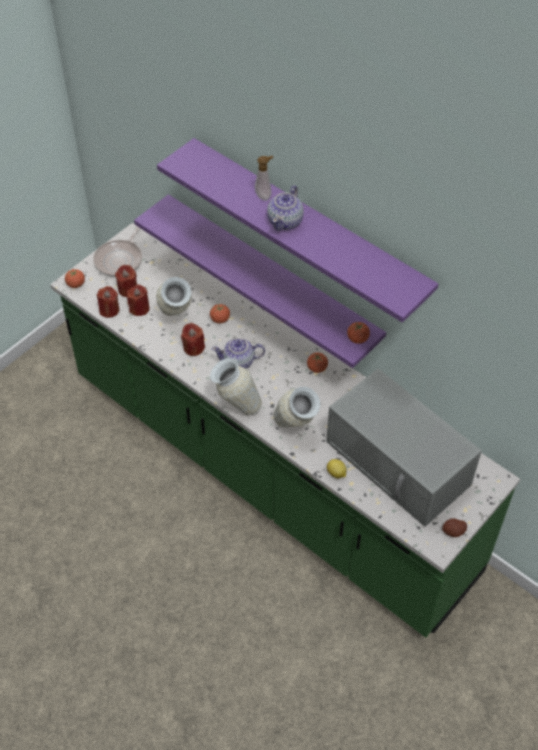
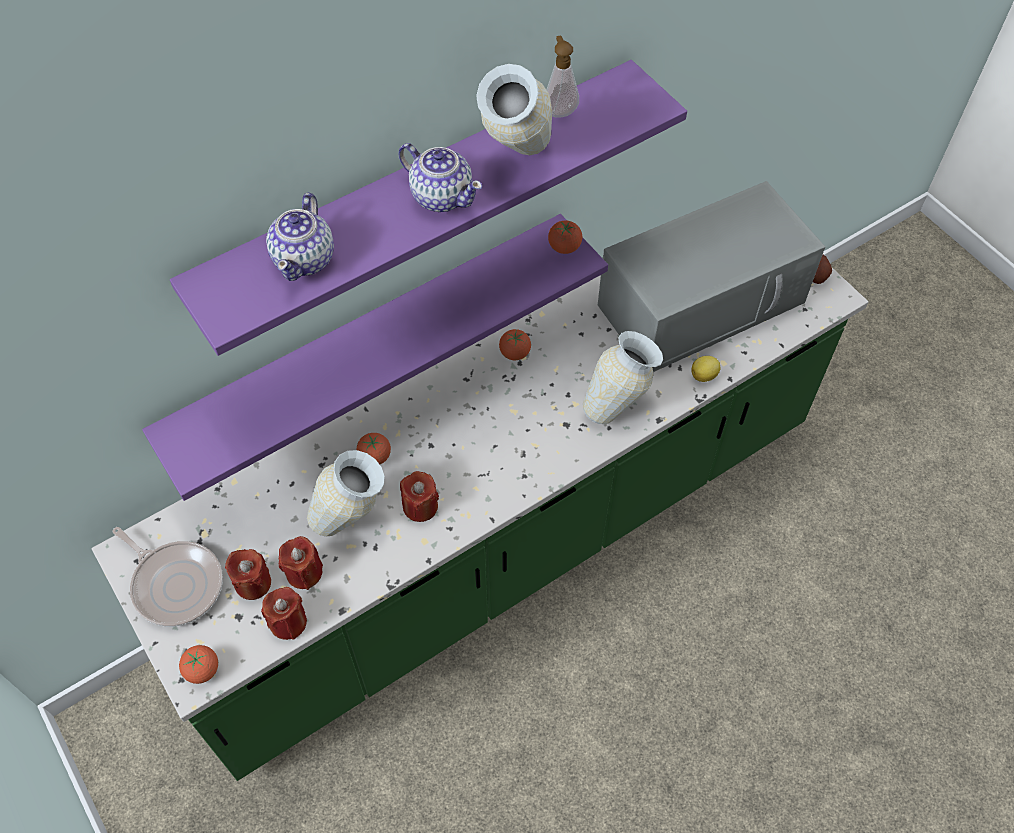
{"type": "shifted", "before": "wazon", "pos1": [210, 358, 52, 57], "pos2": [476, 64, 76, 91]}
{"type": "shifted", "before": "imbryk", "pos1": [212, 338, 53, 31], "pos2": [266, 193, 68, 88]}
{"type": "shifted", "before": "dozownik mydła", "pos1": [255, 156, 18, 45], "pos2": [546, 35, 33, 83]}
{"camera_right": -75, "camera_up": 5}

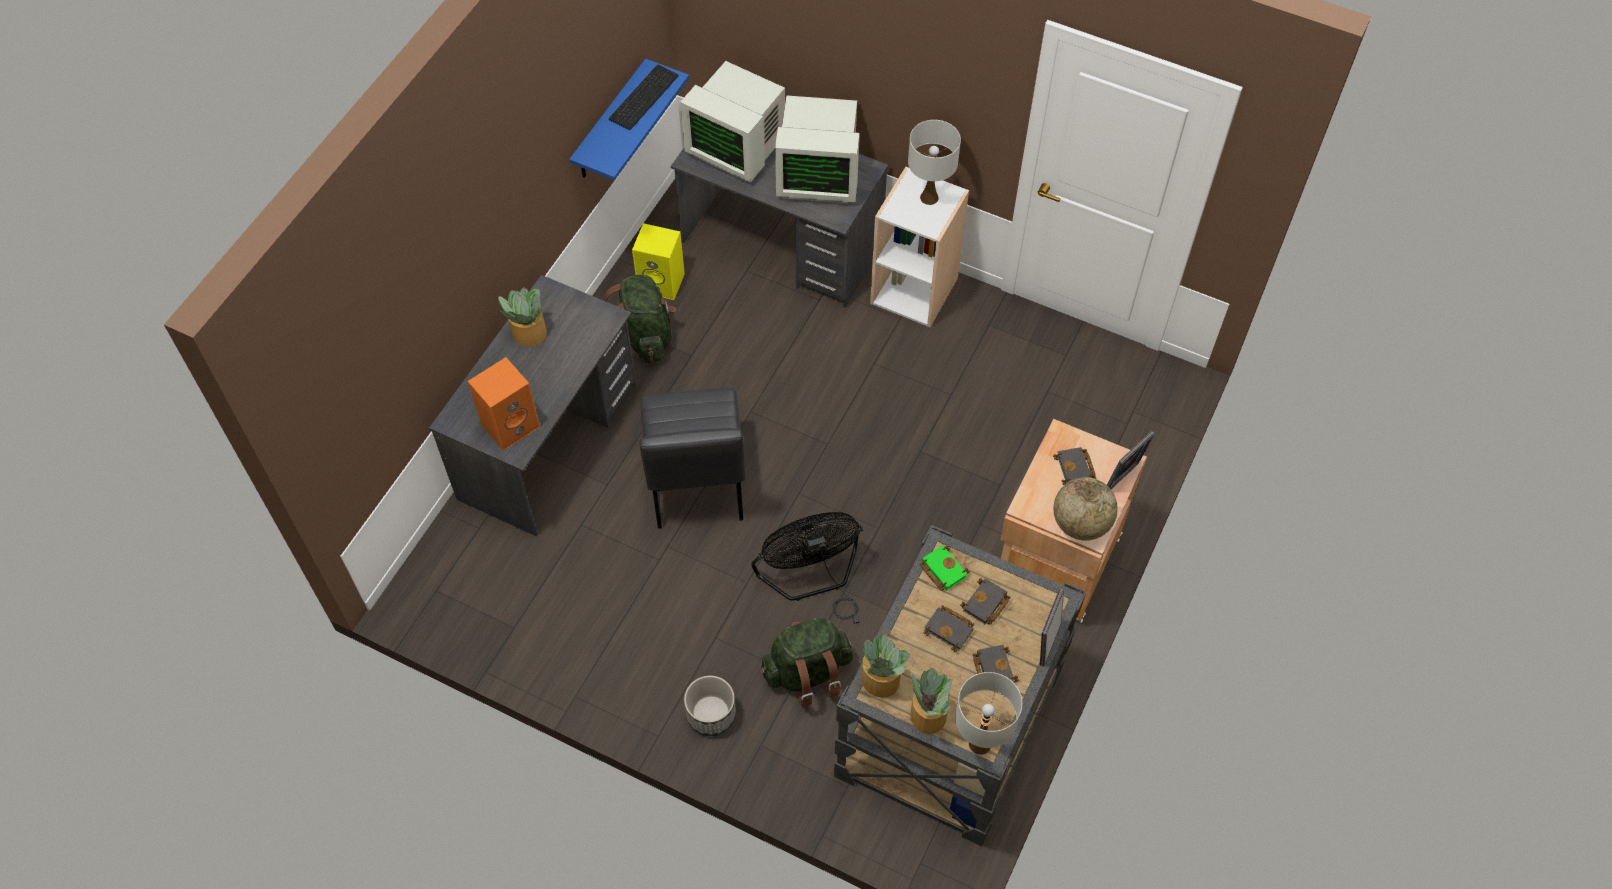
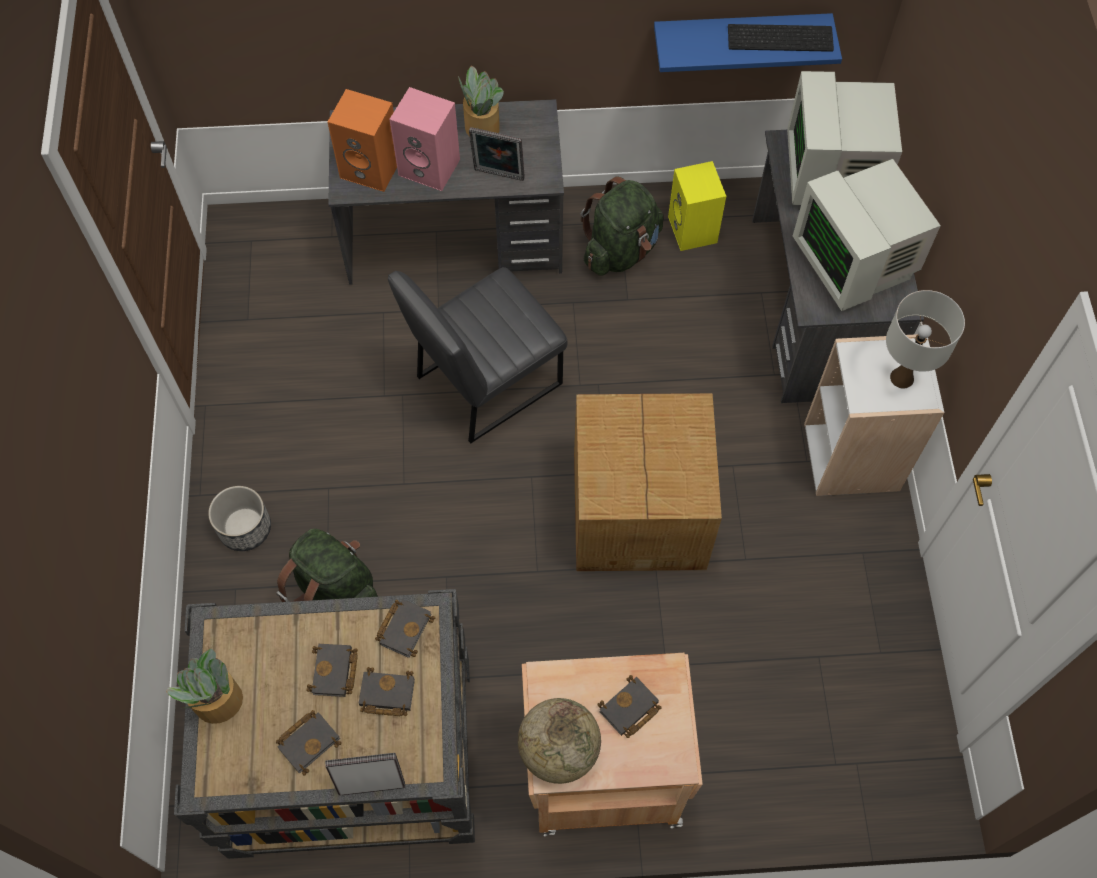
{"type": "gone", "before": "wentylator [czarny]", "pos1": [751, 512, 112, 113]}
{"type": "gone", "before": "roślina doniczkowa", "pos1": [858, 634, 52, 64]}
{"type": "repainted", "before": "książka [zielony]", "after": "książka [czarny]", "pos1": [919, 545, 51, 46], "pos2": [375, 599, 60, 59]}
{"type": "gone", "before": "lampa stołowa [biały]", "pos1": [955, 672, 67, 83]}
{"type": "shifted", "before": "ramka na zdjęcie", "pos1": [1107, 431, 48, 58], "pos2": [469, 127, 56, 54]}
{"type": "new", "after": "głośnik [różowy]", "pos2": [389, 87, 71, 104]}
{"type": "new", "after": "karton", "pos2": [574, 393, 148, 178]}
{"camera_right": 60, "camera_up": 5}

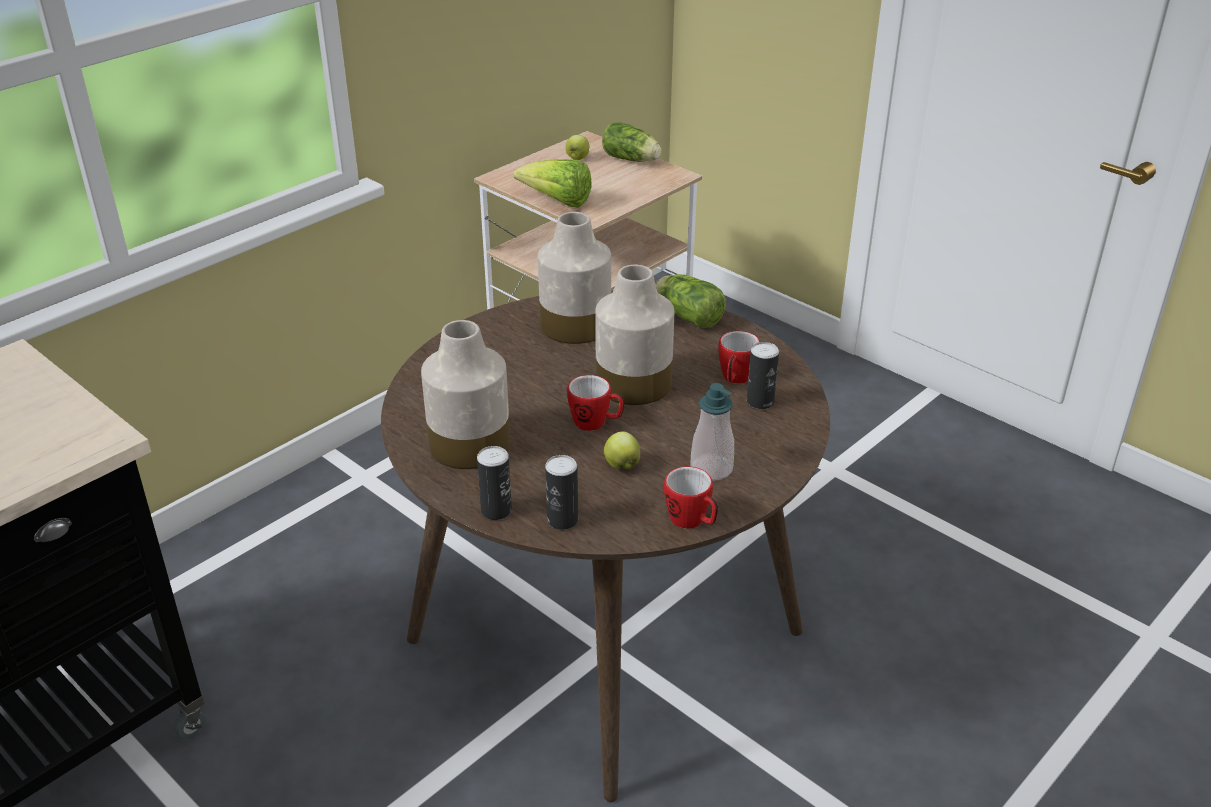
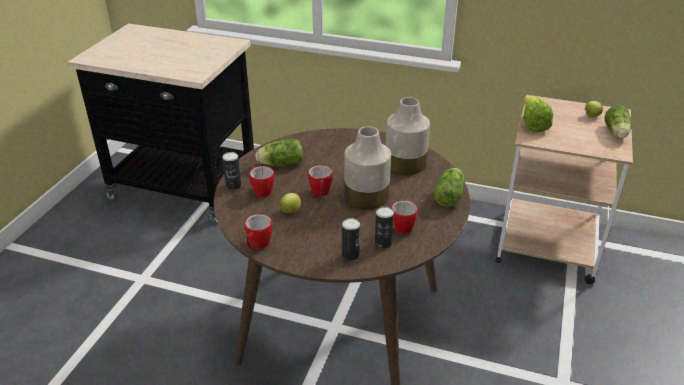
{"type": "swapped", "before": "wazon [beżowy]", "after": "sałata", "pos1": [421, 320, 90, 149], "pos2": [255, 139, 48, 27]}
{"type": "shifted", "before": "puszka", "pos1": [545, 455, 33, 75], "pos2": [342, 218, 18, 43]}
{"type": "gone", "before": "dozownik mydła", "pos1": [690, 383, 44, 98]}
{"type": "new", "after": "kubek", "pos2": [249, 166, 25, 31]}
{"camera_right": 65, "camera_up": 0}

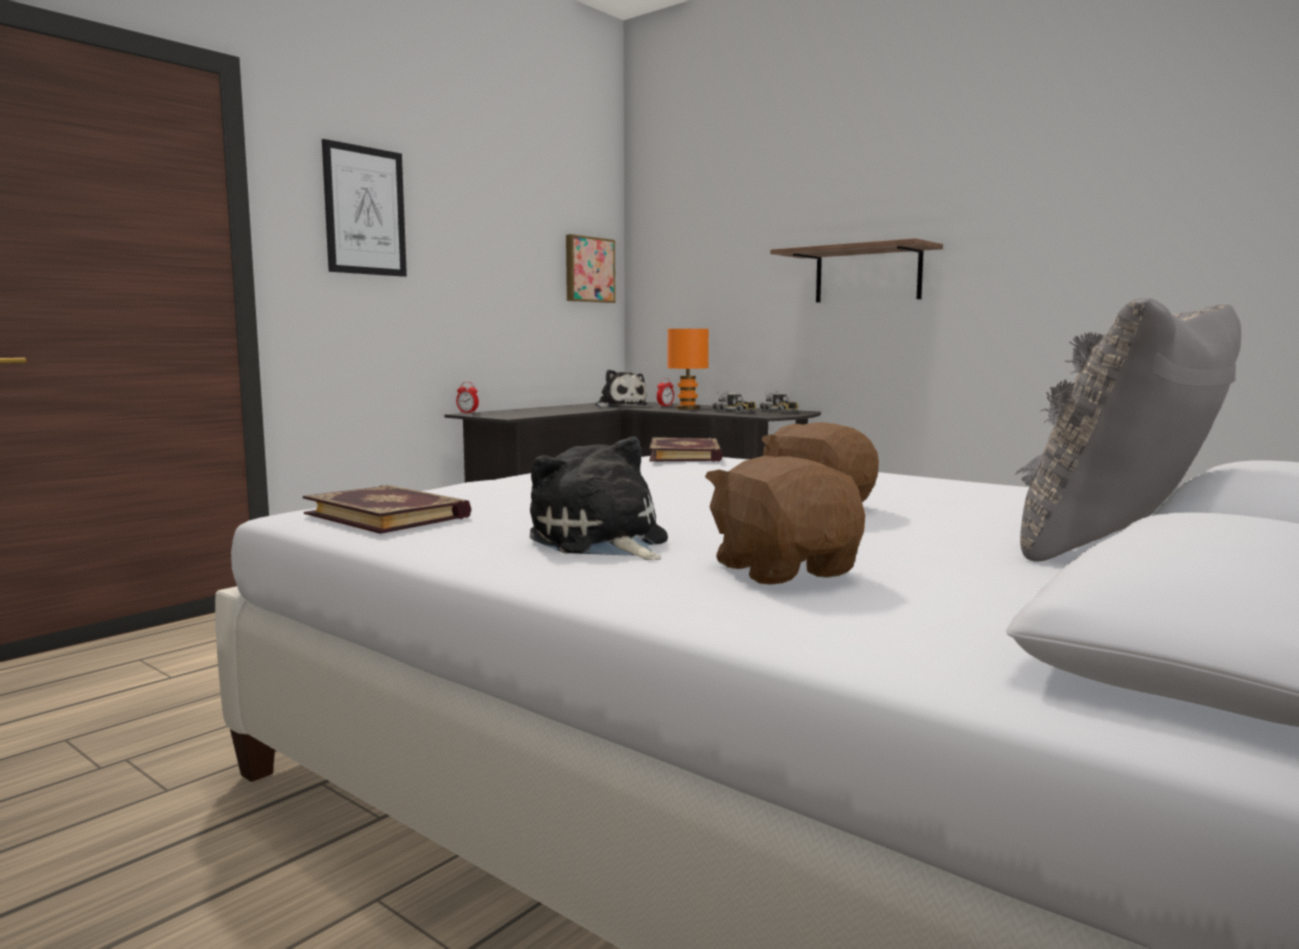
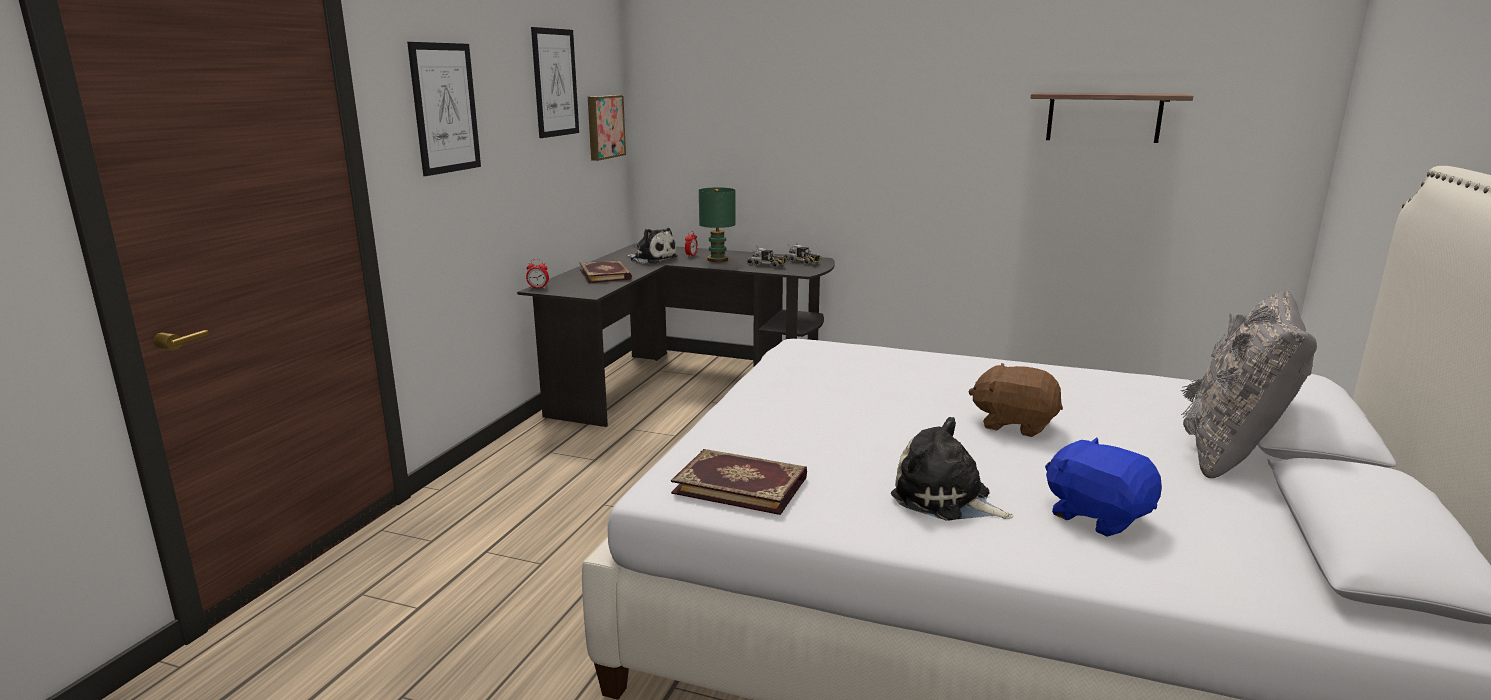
{"type": "shifted", "before": "książka", "pos1": [649, 437, 74, 25], "pos2": [579, 260, 53, 23]}
{"type": "repainted", "before": "lampa stołowa [pomarańczowy]", "after": "lampa stołowa [zielony]", "pos1": [667, 328, 42, 82], "pos2": [699, 187, 37, 75]}
{"type": "repainted", "before": "pluszak [brązowy]", "after": "pluszak [niebieski]", "pos1": [705, 456, 160, 129], "pos2": [1045, 438, 117, 99]}
{"type": "shifted", "before": "półka", "pos1": [770, 238, 173, 64], "pos2": [1031, 92, 162, 51]}
{"type": "new", "after": "obraz", "pos2": [531, 27, 48, 111]}
{"camera_right": -20, "camera_up": 10}

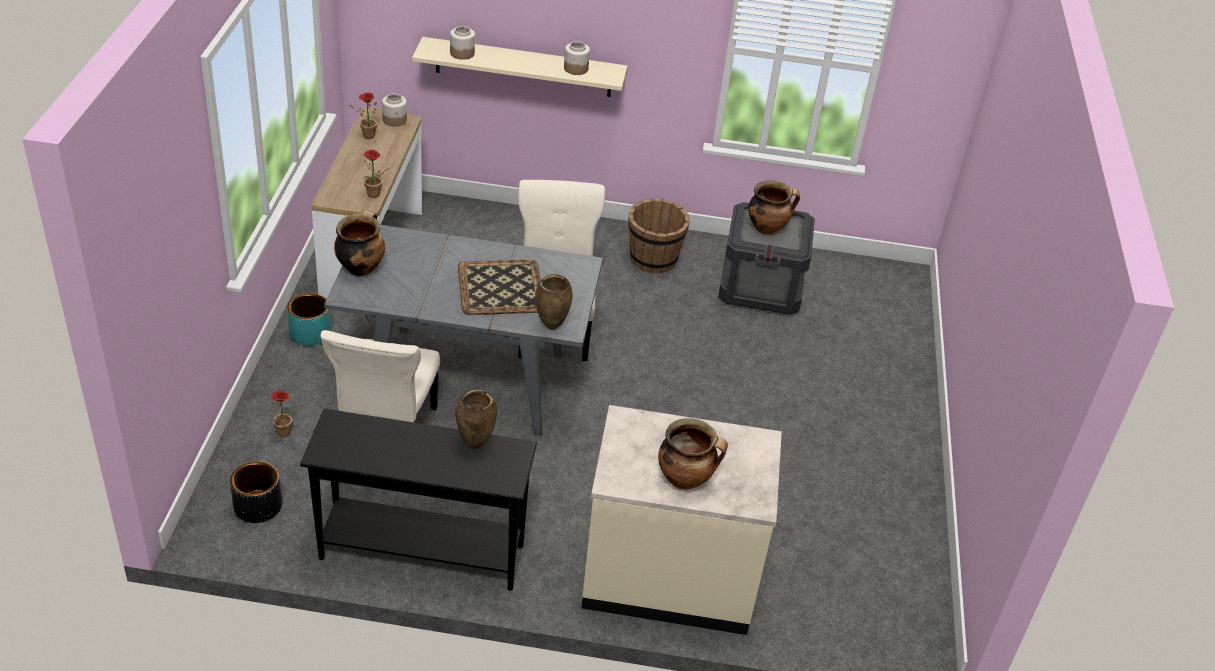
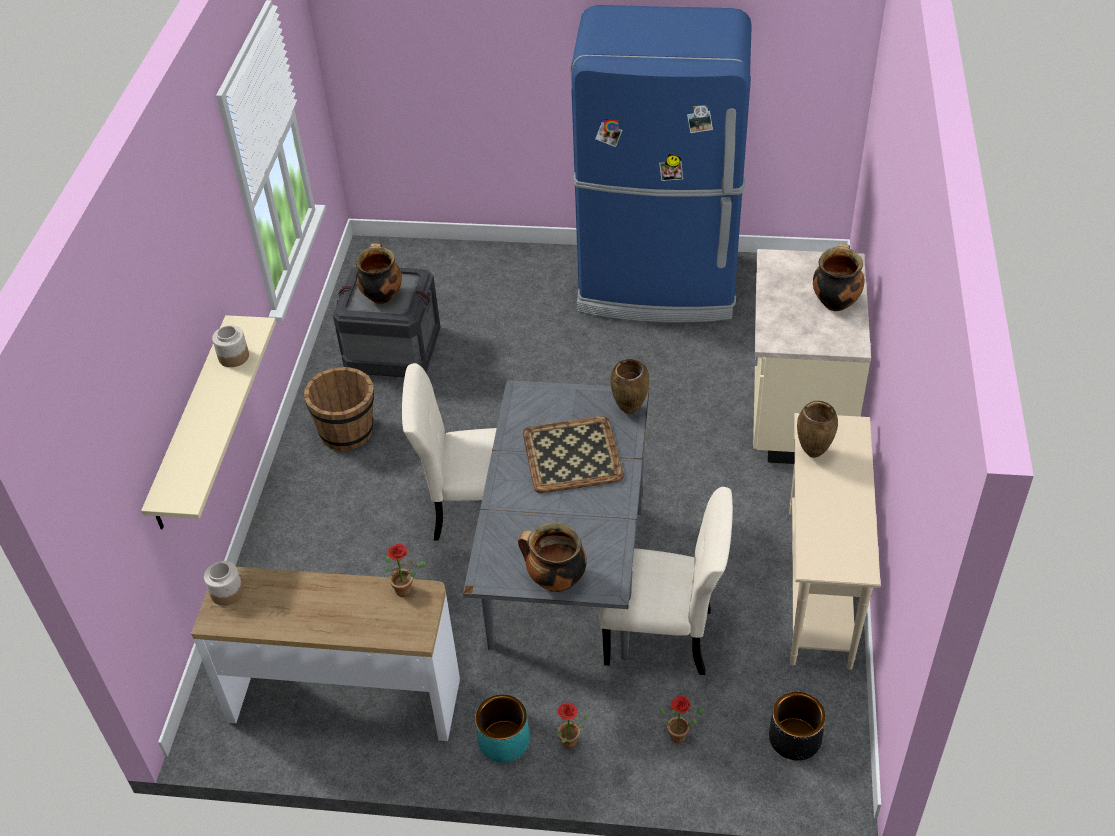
{"type": "repainted", "before": "stolik konsolowy [czarny]", "after": "stolik konsolowy [beżowy]", "pos1": [300, 409, 237, 182], "pos2": [789, 413, 92, 257]}
{"type": "shifted", "before": "roślina doniczkowa", "pos1": [349, 93, 28, 46], "pos2": [555, 702, 34, 47]}
{"type": "gone", "before": "słoik", "pos1": [450, 26, 25, 34]}
{"type": "new", "after": "lodówka [niebieski]", "pos2": [571, 5, 181, 318]}
{"camera_right": -85, "camera_up": 5}

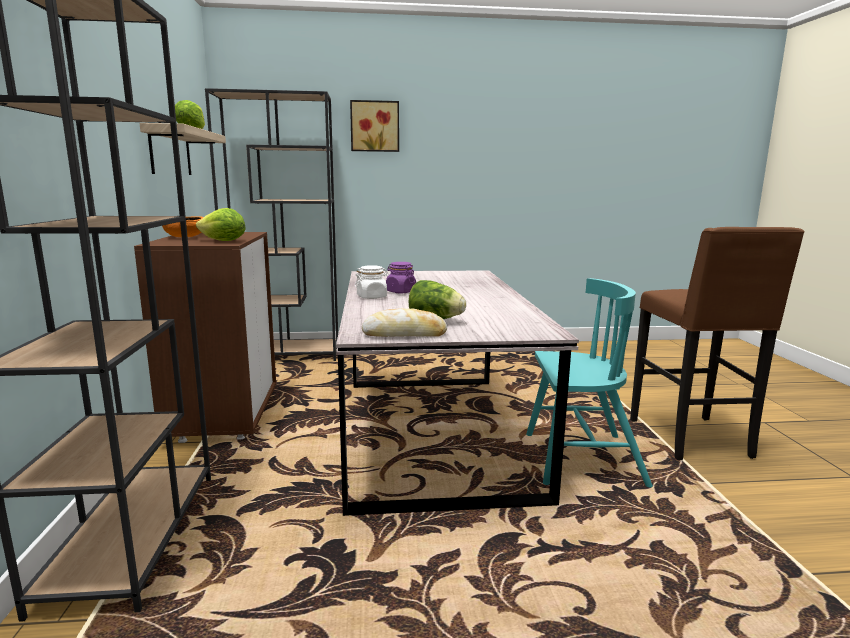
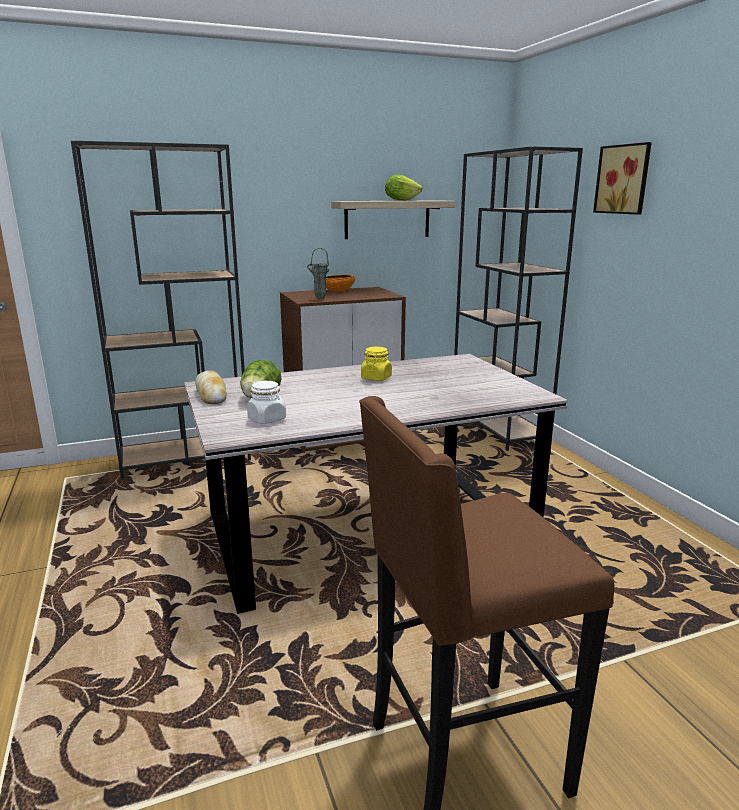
{"type": "swapped", "before": "sałata", "after": "wazon [zielony]", "pos1": [196, 208, 50, 33], "pos2": [307, 248, 23, 51]}
{"type": "shifted", "before": "słoik [biały]", "pos1": [355, 265, 34, 34], "pos2": [247, 381, 39, 43]}
{"type": "repainted", "before": "słoik [fioletowy]", "after": "słoik [żółty]", "pos1": [386, 262, 30, 31], "pos2": [361, 347, 31, 34]}
{"type": "gone", "before": "krzesło [turkusowy]", "pos1": [526, 278, 127, 209]}
{"camera_right": 75, "camera_up": 5}

